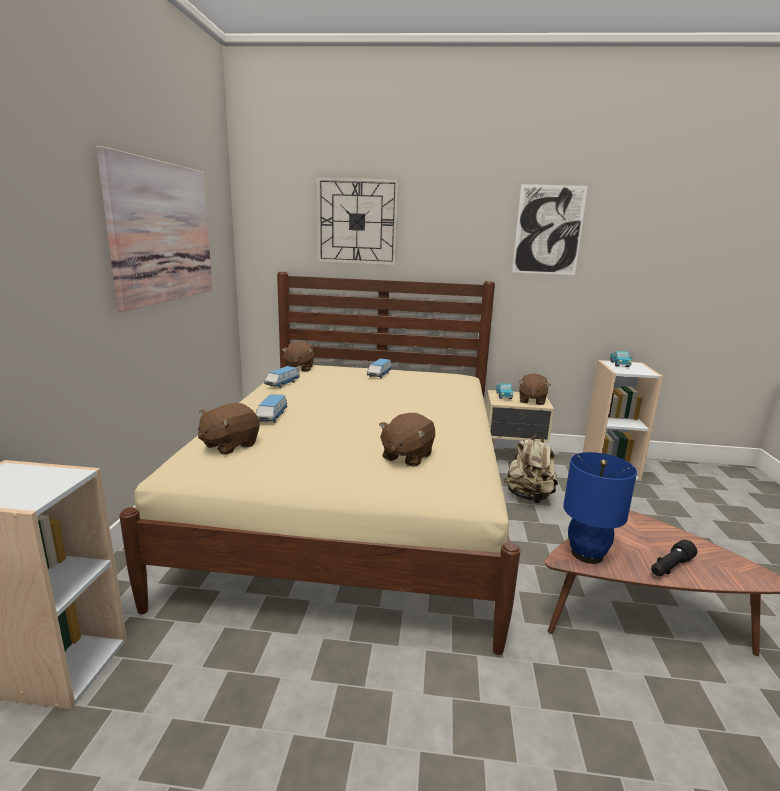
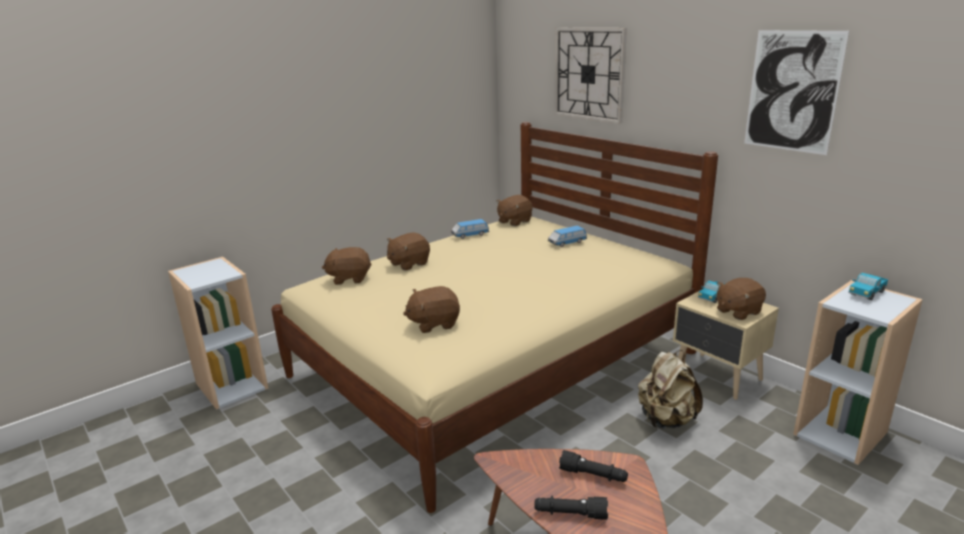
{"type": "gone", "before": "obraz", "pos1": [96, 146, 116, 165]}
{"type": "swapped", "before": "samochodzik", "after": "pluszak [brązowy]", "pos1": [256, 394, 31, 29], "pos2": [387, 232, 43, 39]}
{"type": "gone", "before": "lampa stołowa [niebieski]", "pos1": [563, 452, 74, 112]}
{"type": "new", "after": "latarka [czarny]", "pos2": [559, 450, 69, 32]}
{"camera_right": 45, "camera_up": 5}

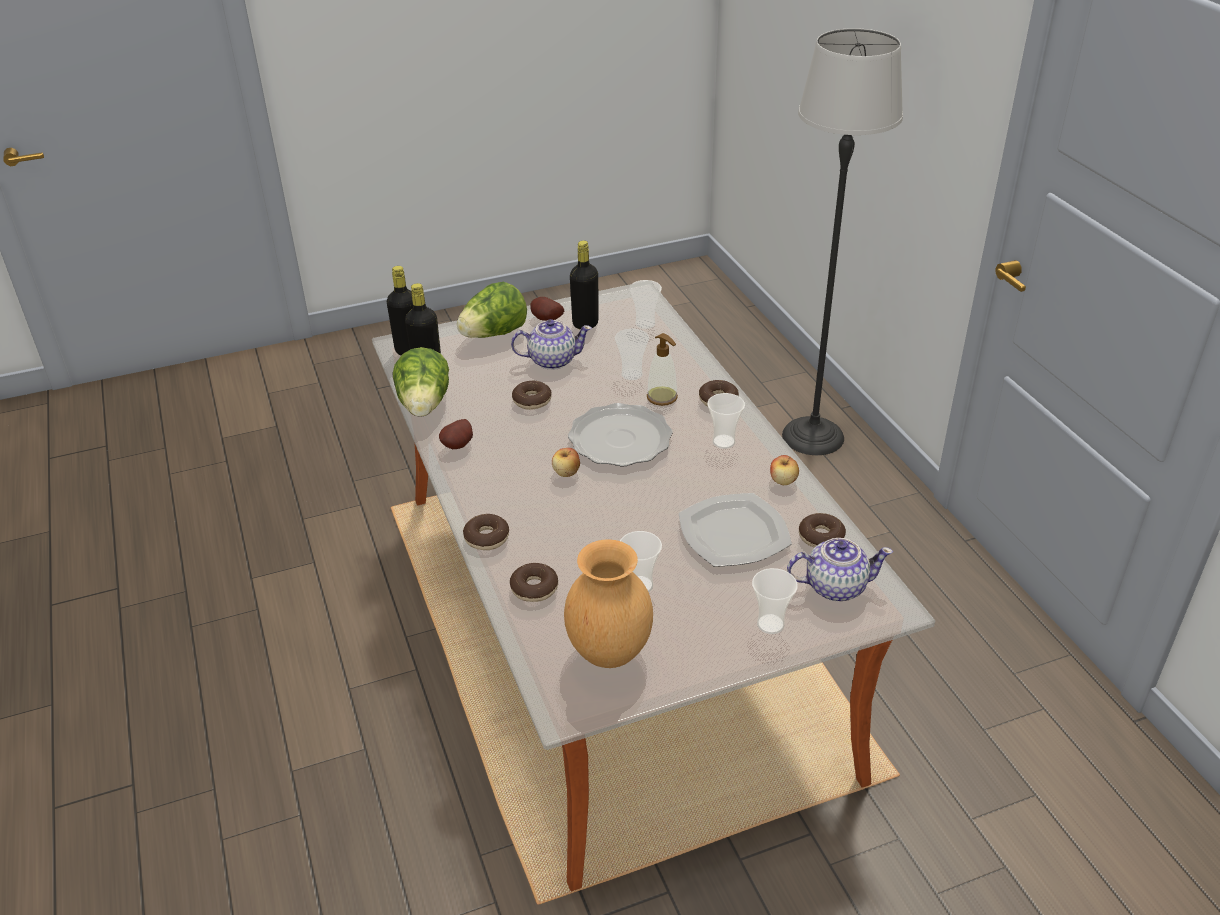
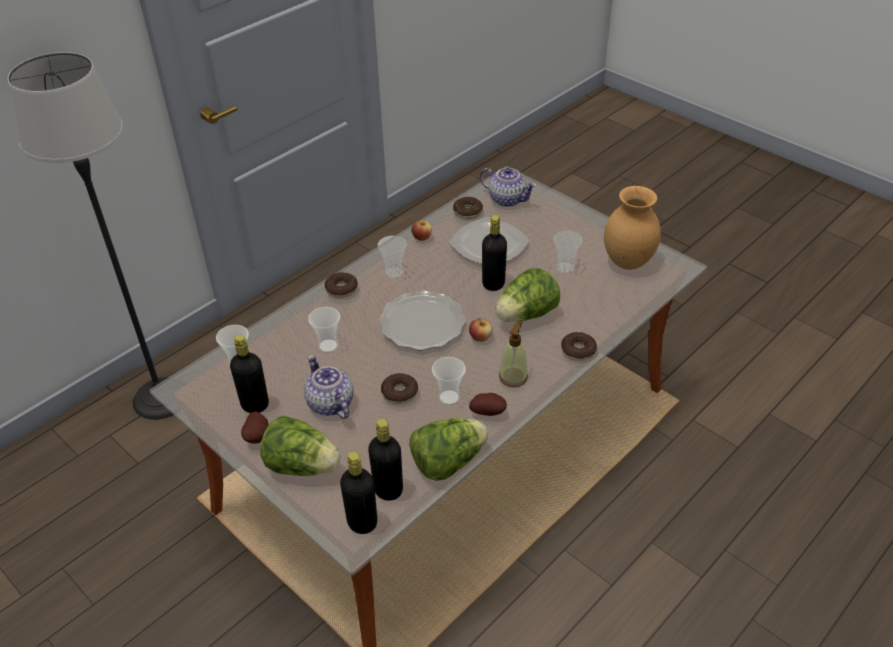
{"type": "gone", "before": "donut", "pos1": [510, 563, 48, 39]}
{"type": "shifted", "before": "dozownik mydła", "pos1": [647, 333, 31, 73], "pos2": [499, 320, 29, 67]}
{"type": "shifted", "before": "filiżanka", "pos1": [752, 568, 46, 66], "pos2": [432, 357, 34, 48]}
{"type": "rotated", "before": "imbryk", "pos1": [787, 538, 106, 64], "pos2": [480, 168, 57, 39], "turn": 150}
{"type": "new", "after": "butelka [czarny]", "pos2": [482, 215, 25, 76]}
{"type": "new", "after": "sałata", "pos2": [495, 268, 65, 54]}
{"camera_right": -115, "camera_up": 5}

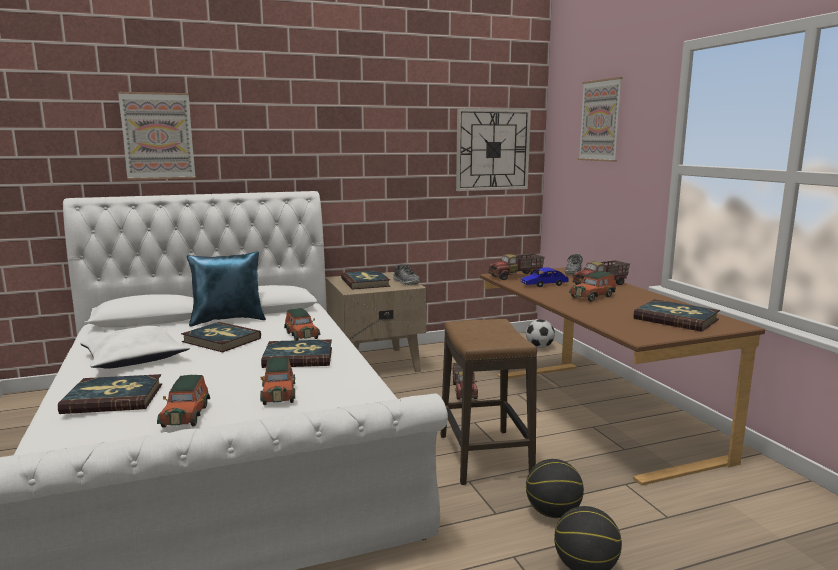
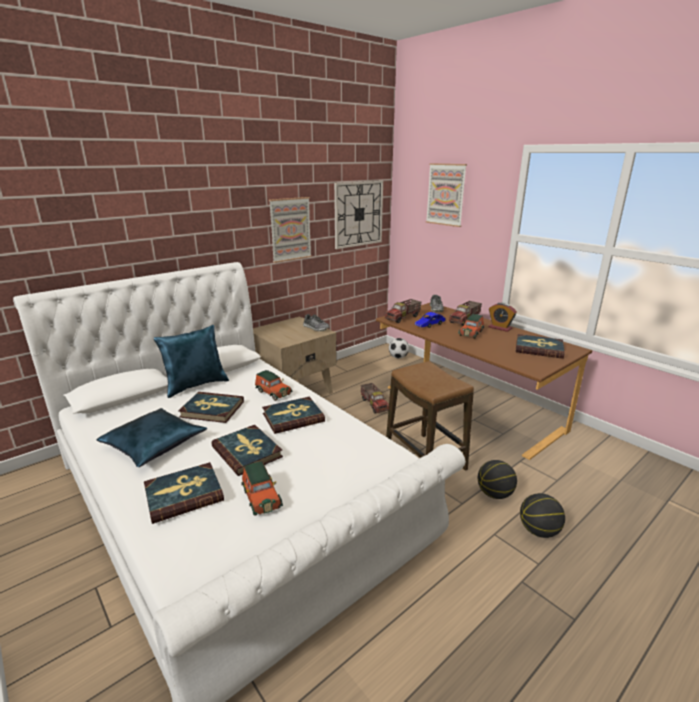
{"type": "repainted", "before": "poduszka [biały]", "after": "poduszka [niebieski]", "pos1": [80, 326, 110, 43], "pos2": [97, 408, 110, 59]}
{"type": "shifted", "before": "obraz", "pos1": [118, 92, 77, 88], "pos2": [269, 197, 43, 66]}
{"type": "gone", "before": "samochodzik", "pos1": [260, 357, 35, 48]}
{"type": "shifted", "before": "książka", "pos1": [341, 270, 49, 19], "pos2": [211, 425, 72, 51]}
{"type": "new", "after": "budzik", "pos2": [489, 303, 28, 29]}
{"camera_right": -20, "camera_up": 10}

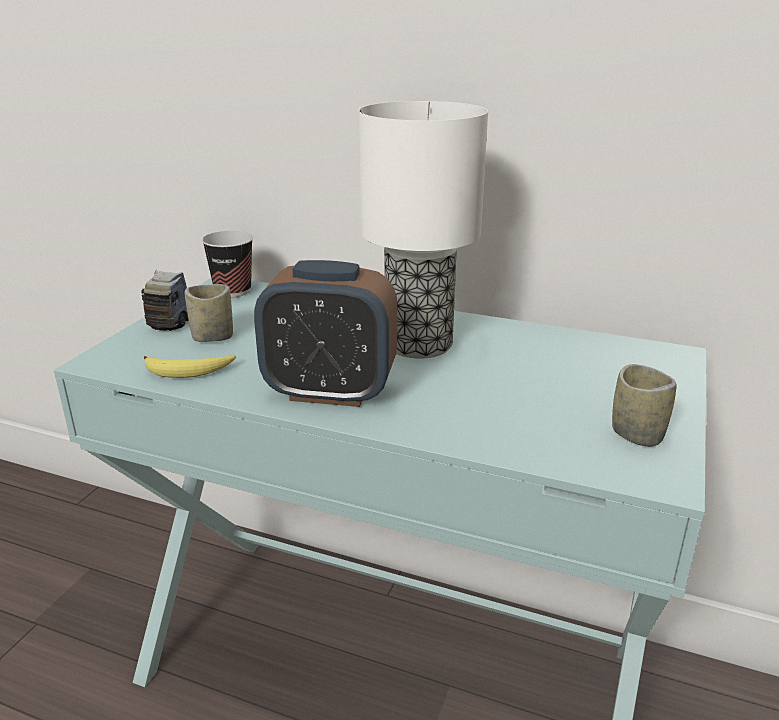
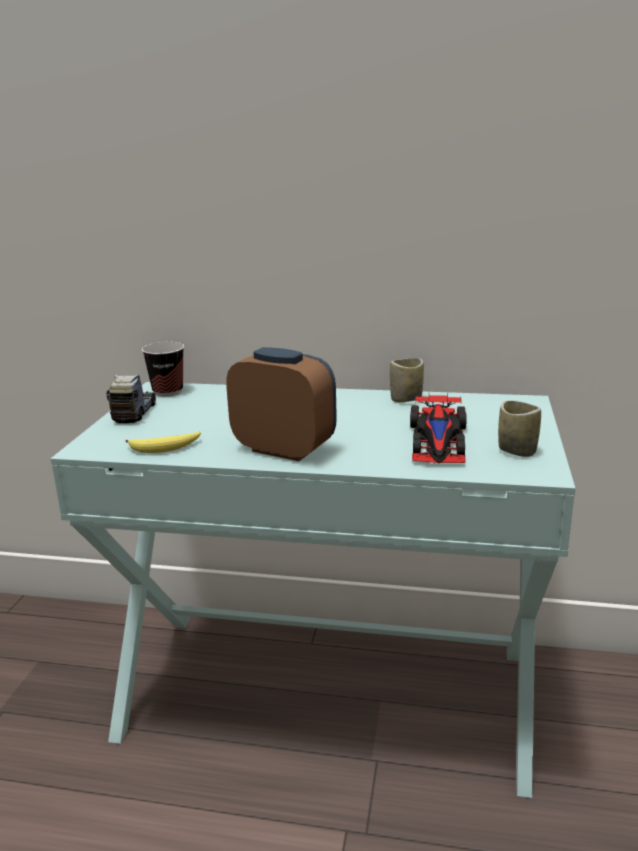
{"type": "shifted", "before": "filiżanka", "pos1": [185, 284, 48, 58], "pos2": [390, 358, 34, 44]}
{"type": "rotated", "before": "budzik", "pos1": [254, 260, 143, 147], "pos2": [226, 347, 111, 114], "turn": -150}
{"type": "gone", "before": "lampa stołowa", "pos1": [359, 101, 129, 258]}
{"type": "new", "after": "samochodzik", "pos2": [410, 393, 56, 71]}
{"camera_right": -10, "camera_up": -5}

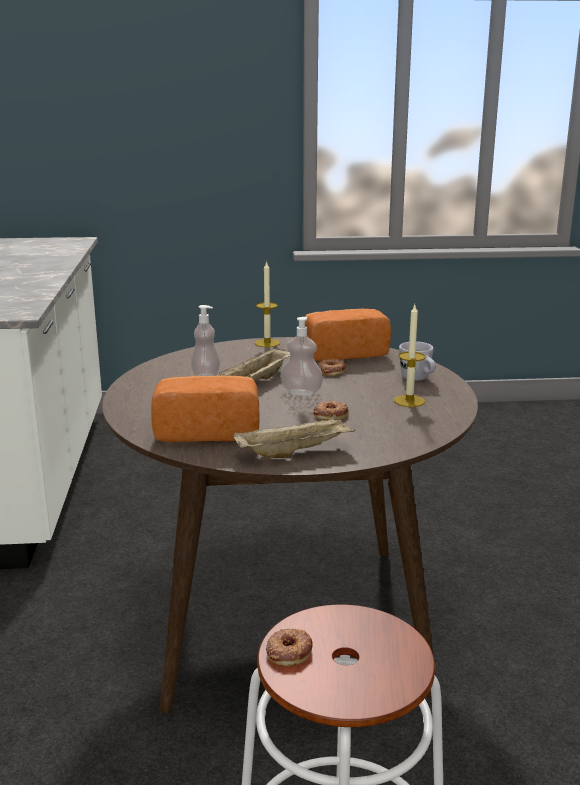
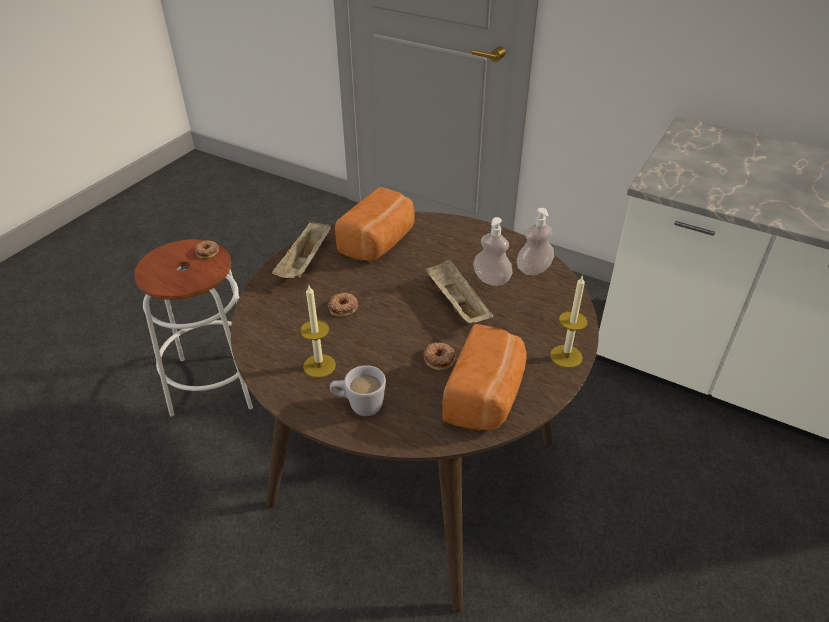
{"type": "shifted", "before": "dozownik mydła", "pos1": [280, 317, 43, 79], "pos2": [517, 208, 37, 67]}
{"camera_right": 125, "camera_up": 20}

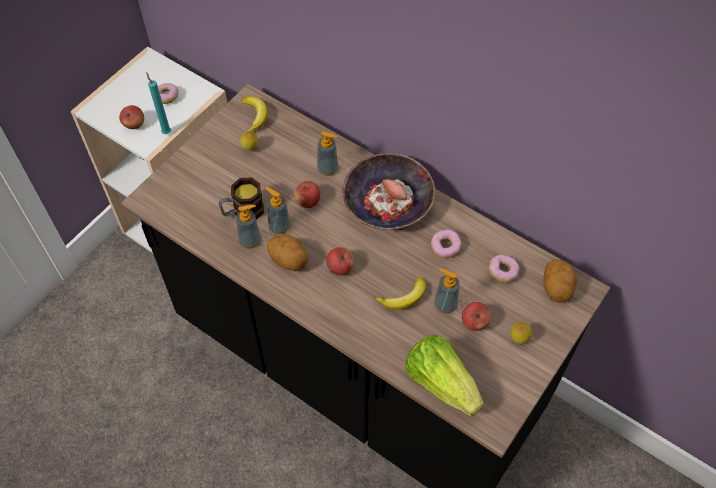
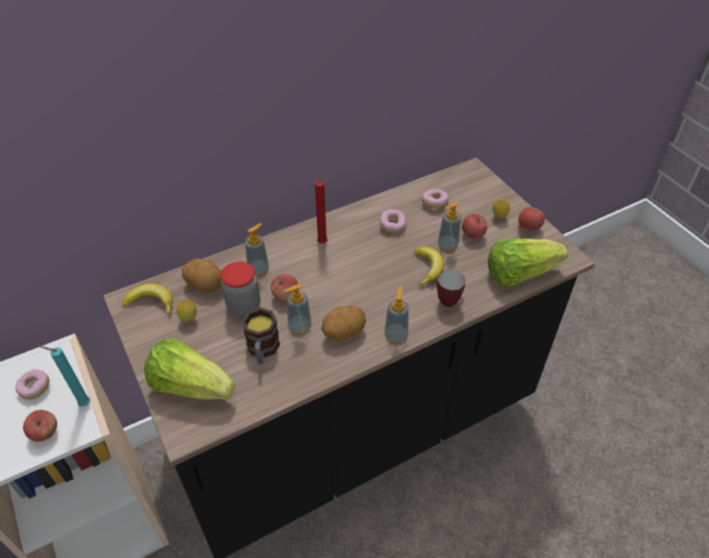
{"type": "shifted", "before": "dozownik mydła", "pos1": [236, 205, 25, 44], "pos2": [384, 286, 25, 58]}
{"type": "shifted", "before": "jabłko", "pos1": [326, 247, 28, 28], "pos2": [518, 207, 27, 24]}
{"type": "swapped", "before": "miska", "after": "świeca [czerwony]", "pos1": [342, 153, 94, 77], "pos2": [315, 178, 13, 66]}
{"type": "shifted", "before": "ziemniak", "pos1": [544, 259, 33, 44], "pos2": [182, 259, 40, 33]}
{"type": "new", "after": "sałata", "pos2": [144, 339, 91, 61]}
{"type": "new", "after": "słoik", "pos2": [221, 262, 39, 55]}
{"type": "new", "after": "kubek", "pos2": [437, 270, 28, 37]}
{"camera_right": -65, "camera_up": -10}

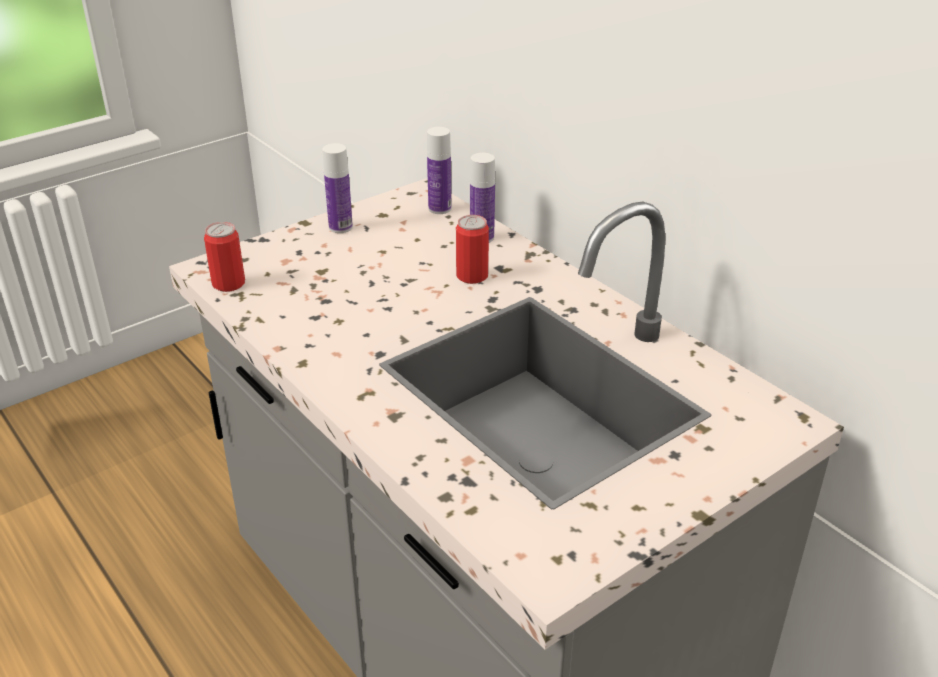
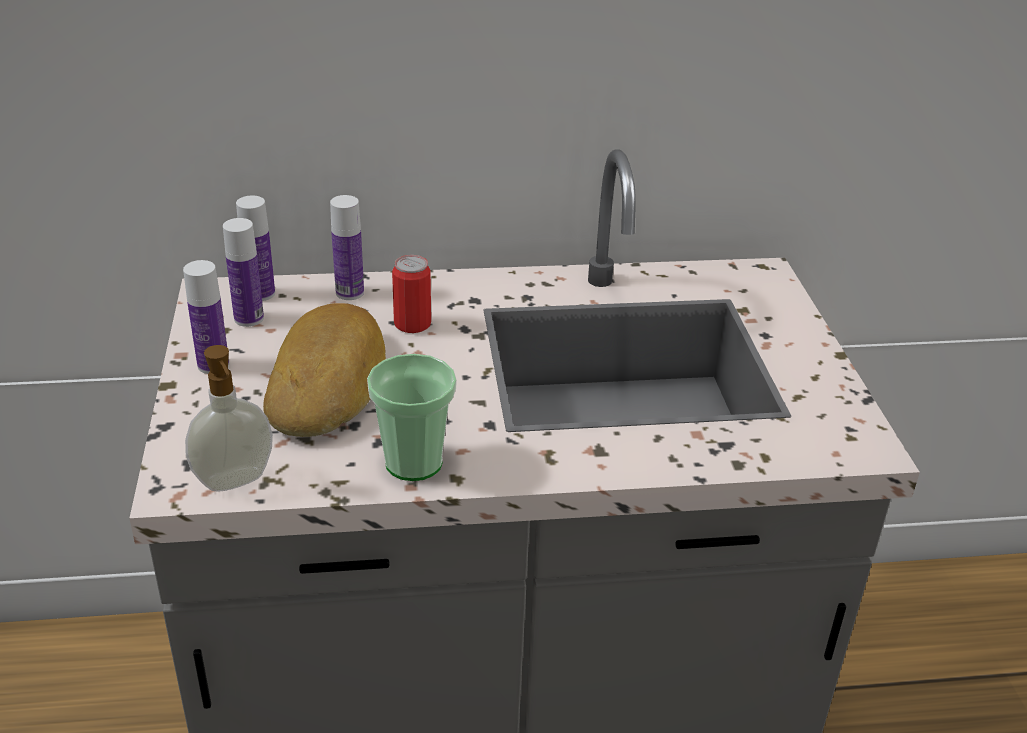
{"type": "swapped", "before": "puszka", "after": "dozownik mydła", "pos1": [204, 222, 41, 70], "pos2": [185, 345, 88, 147]}
{"type": "new", "after": "butelka", "pos2": [223, 218, 41, 109]}
{"type": "new", "after": "chleb", "pos2": [263, 303, 123, 134]}
{"type": "new", "after": "filiżanka", "pos2": [367, 354, 90, 127]}
{"camera_right": -60, "camera_up": 0}

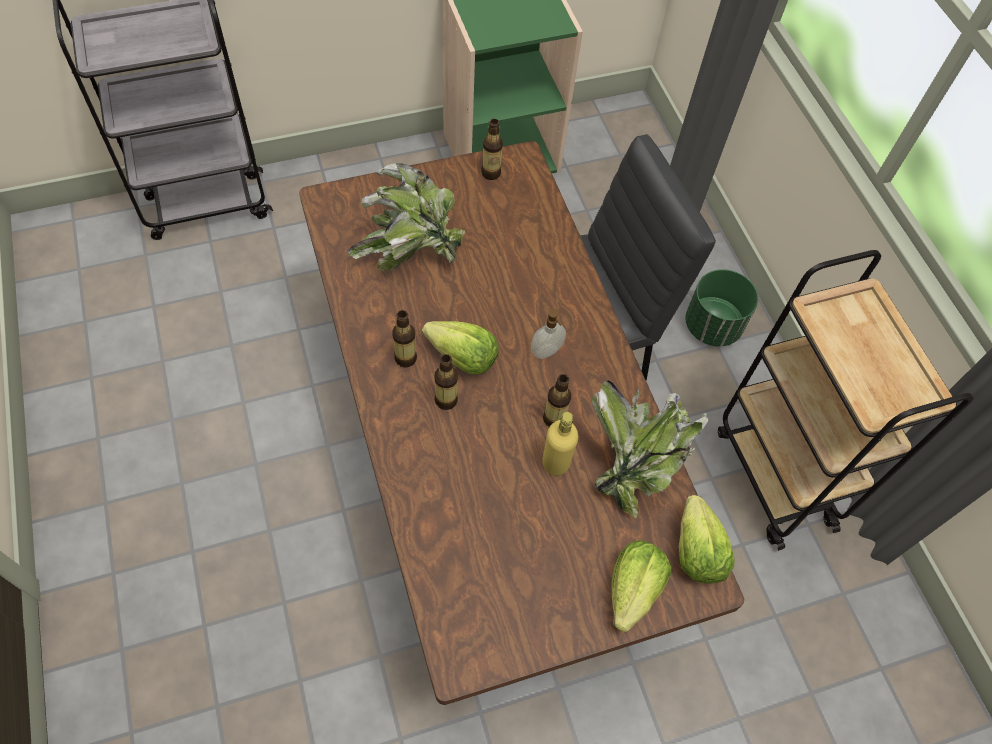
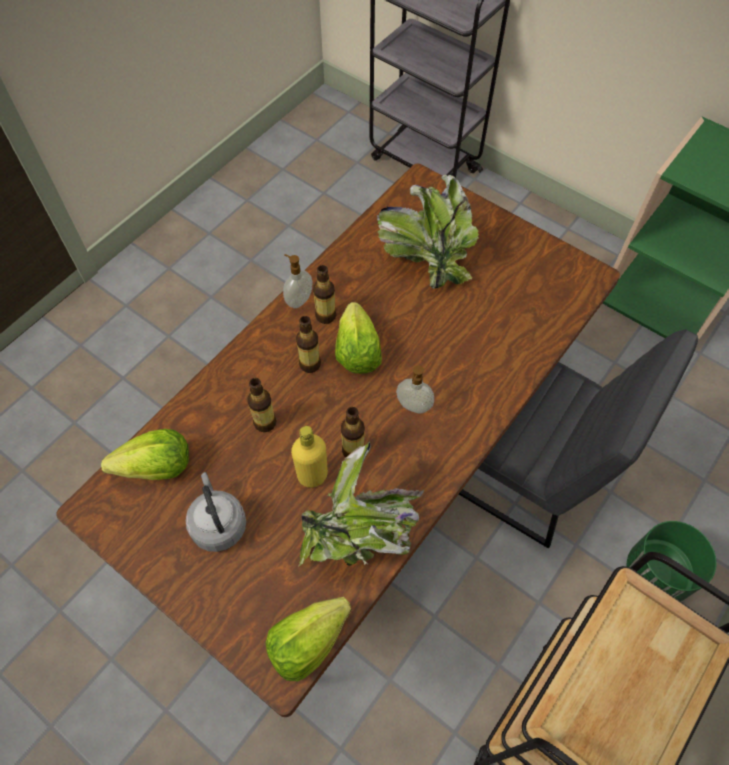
{"type": "shifted", "before": "butelka", "pos1": [481, 119, 22, 61], "pos2": [247, 378, 29, 54]}
{"type": "shifted", "before": "sałata", "pos1": [612, 540, 60, 92], "pos2": [101, 429, 88, 51]}
{"type": "new", "after": "czajnik [szary]", "pos2": [186, 472, 60, 80]}
{"type": "new", "after": "dozownik mydła", "pos2": [283, 254, 29, 54]}
{"camera_right": 60, "camera_up": 0}

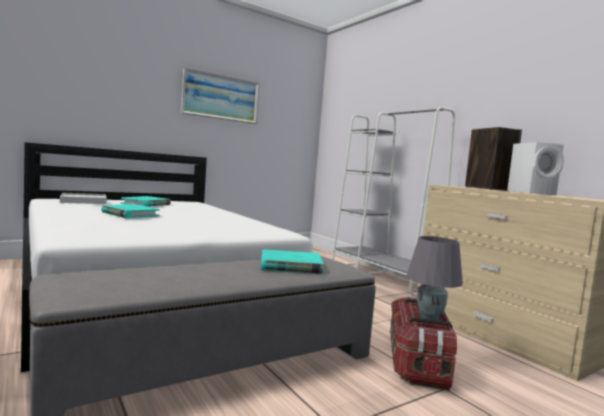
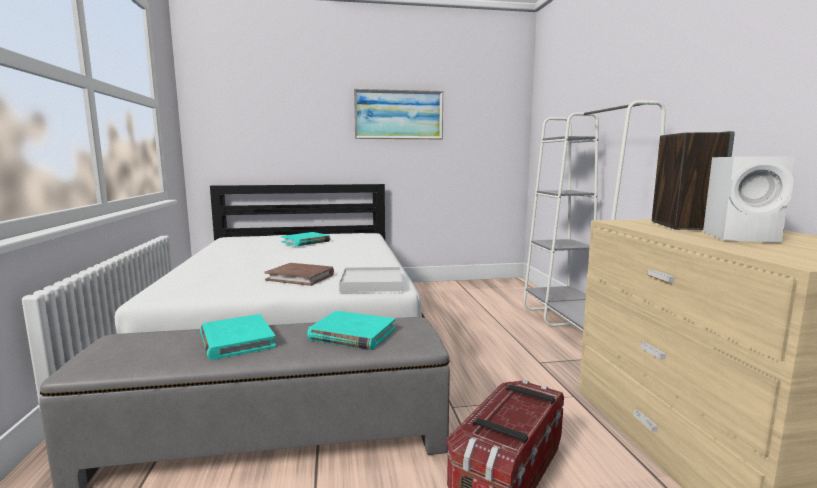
{"type": "shifted", "before": "taca [biały]", "pos1": [60, 193, 47, 11], "pos2": [339, 267, 63, 25]}
{"type": "shifted", "before": "książka [turkusowy]", "pos1": [101, 204, 59, 14], "pos2": [200, 314, 76, 46]}
{"type": "gone", "before": "lampa stołowa [szary]", "pos1": [407, 236, 56, 84]}
{"type": "new", "after": "książka [brązowy]", "pos2": [265, 263, 69, 23]}
{"camera_right": 25, "camera_up": 5}

